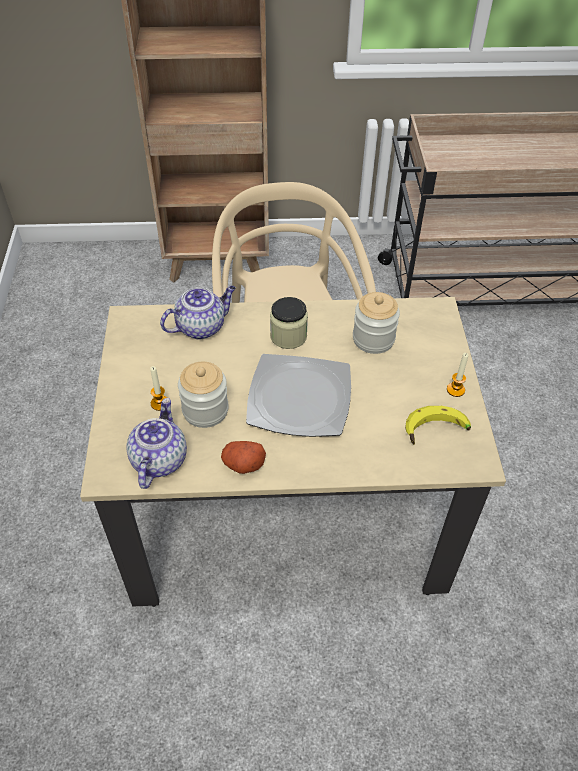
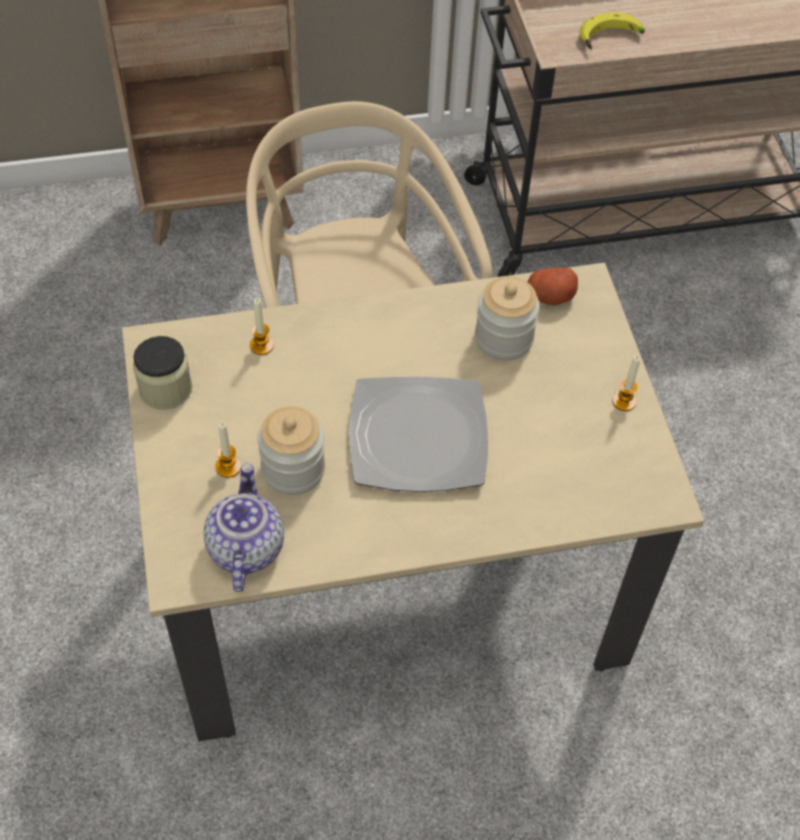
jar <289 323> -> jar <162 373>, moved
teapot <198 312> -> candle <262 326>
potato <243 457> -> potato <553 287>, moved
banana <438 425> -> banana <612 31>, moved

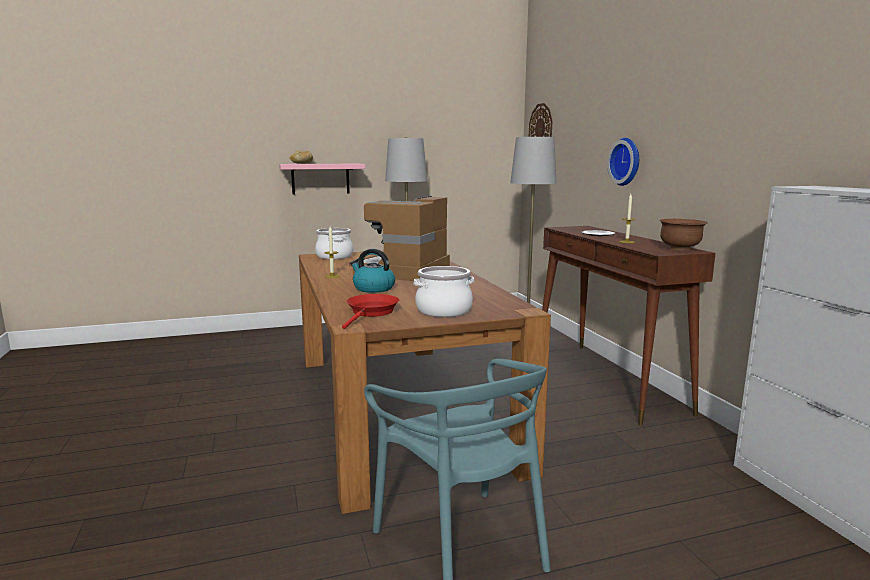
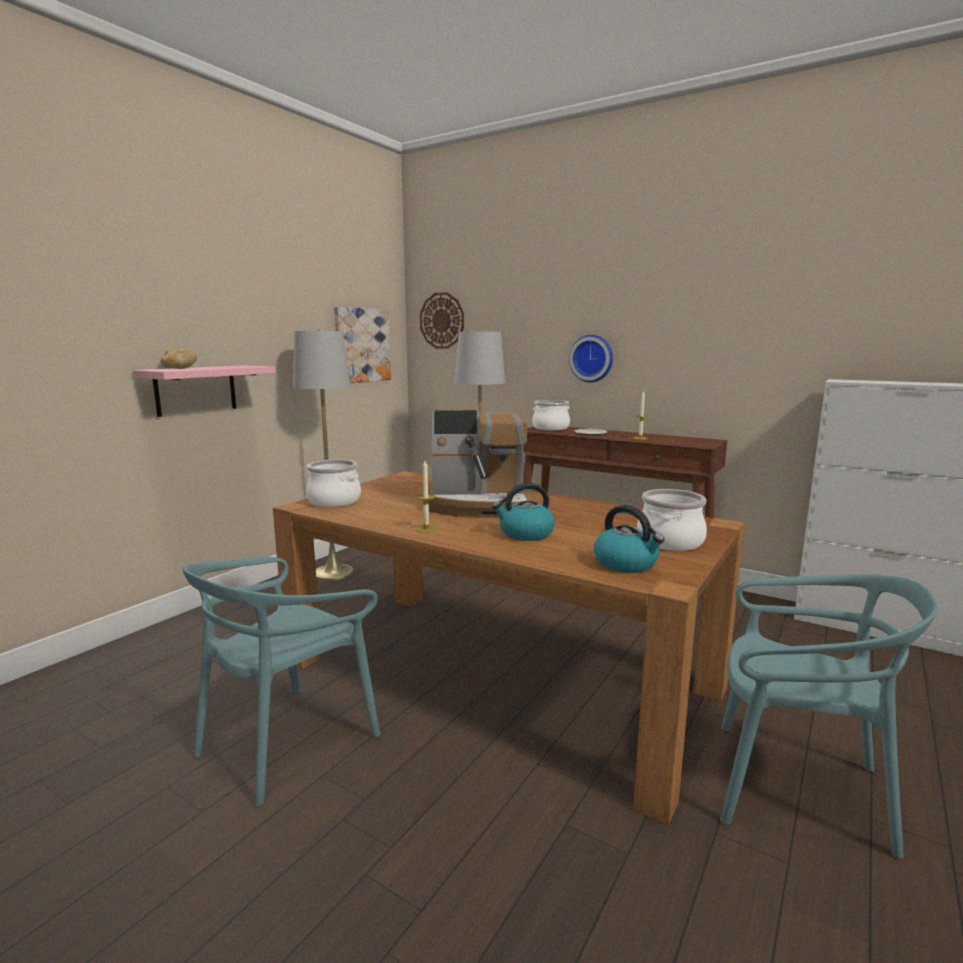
none -> turquoise chair <281 681>
none -> picture <362 345>
coffee machine <399 238> -> coffee machine <479 463>, 75 degrees counterclockwise
none -> cooking pot <551 415>
red frying pan <370 311> -> kettle <629 539>
brown bowl <683 234> -> none

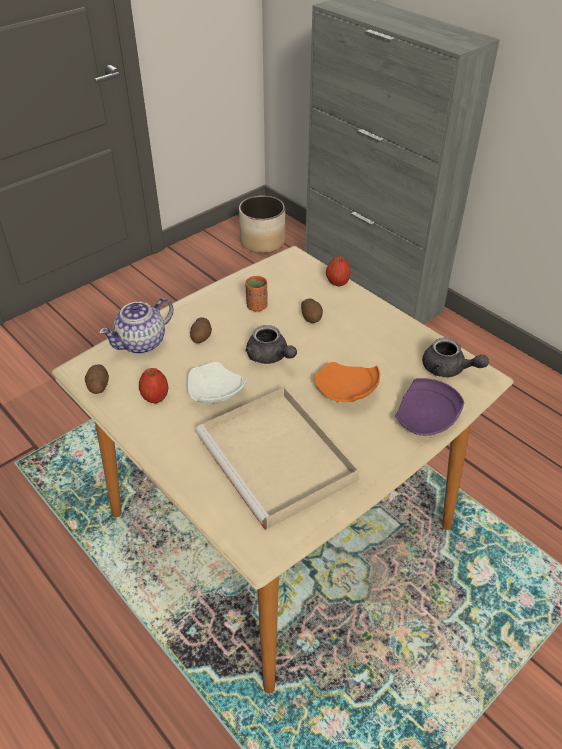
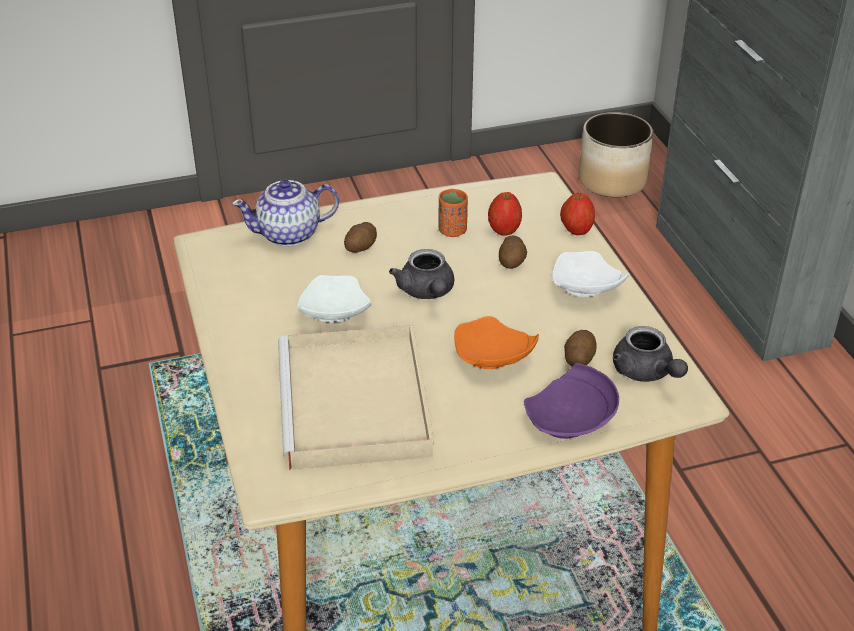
apple <154 385> -> apple <505 213>, moved
none -> white plate <590 274>
potato <97 379> -> potato <580 348>, moved

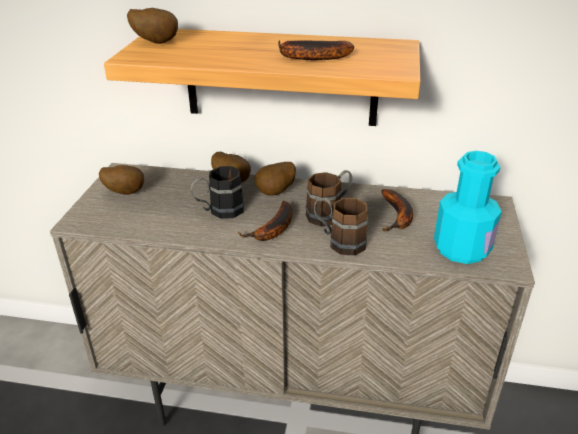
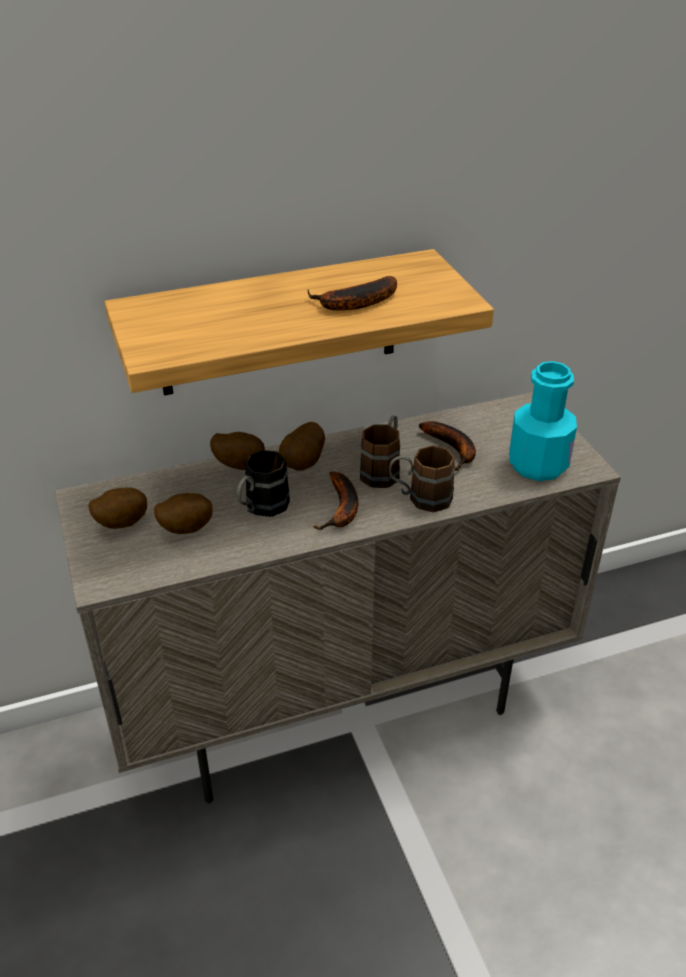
potato <152 26> -> potato <183 513>, moved

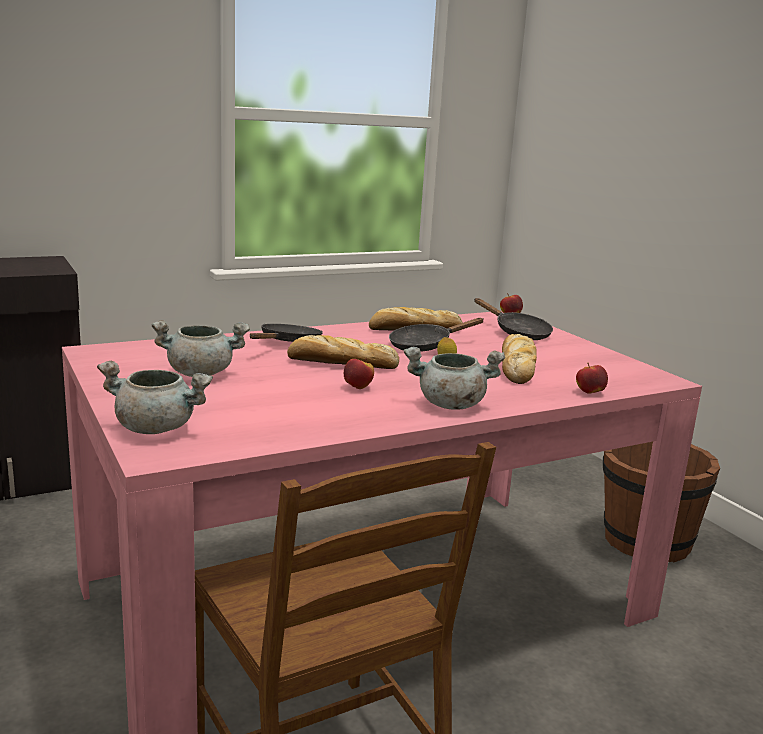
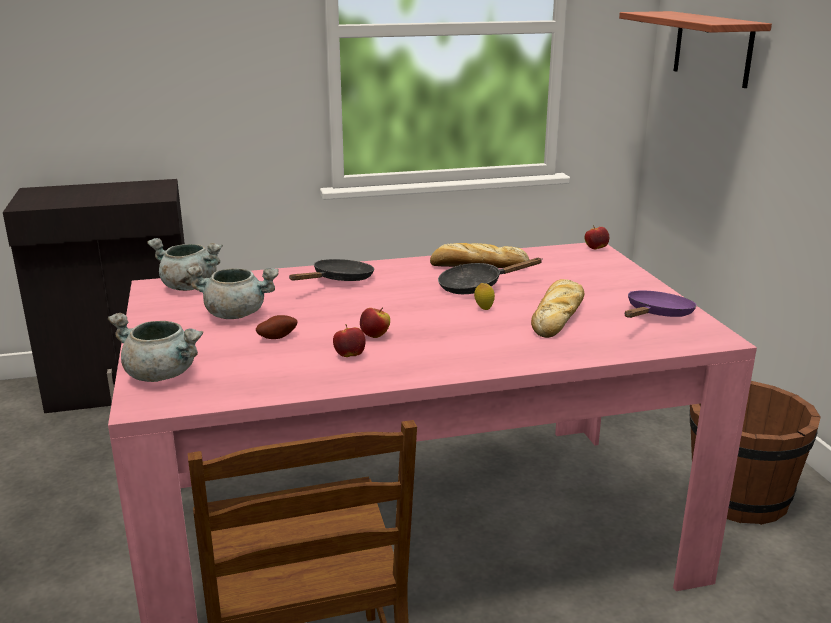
grey cooking pot <454 378> -> grey cooking pot <185 264>, moved
none -> potato <277 327>
apple <592 378> -> apple <349 340>, moved
none -> shelf <695 49>
none -> purple frying pan <660 304>
bread <343 352> -> none
black frying pan <513 319> -> none

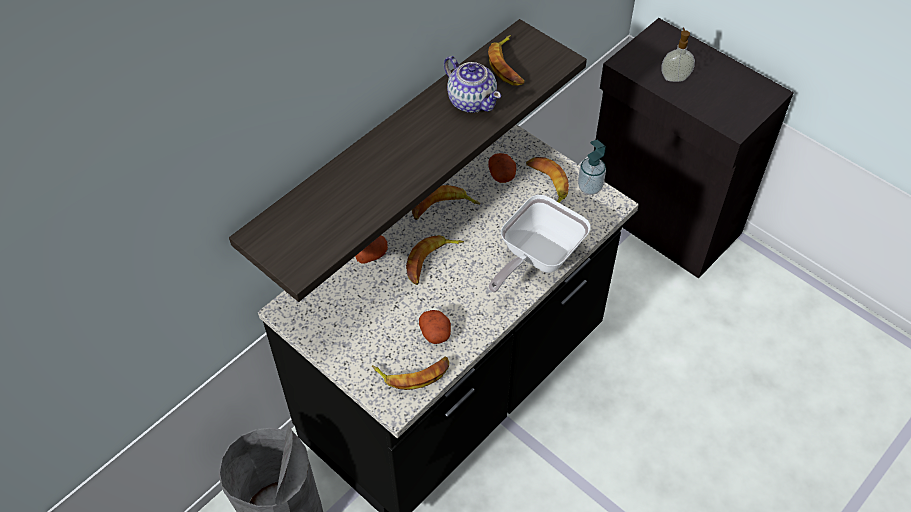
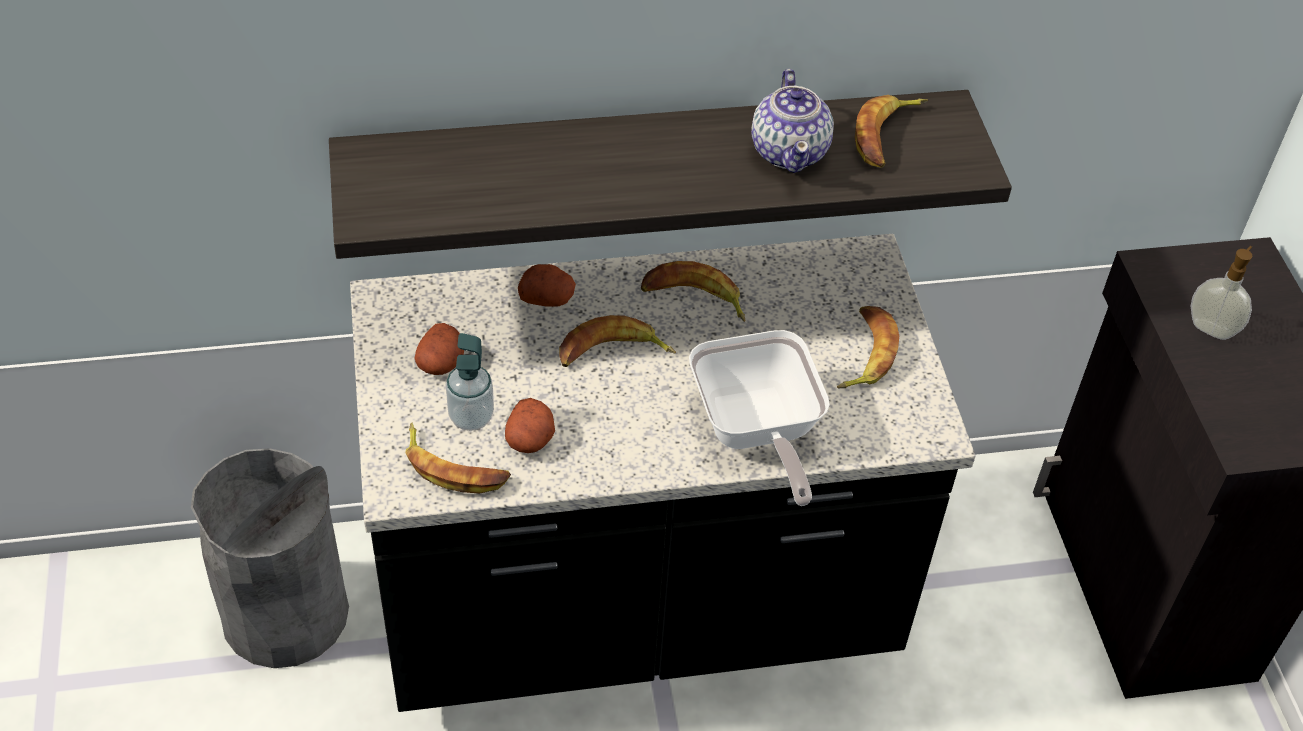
potato <502 168> -> potato <439 349>, moved
soap dispenser <592 167> -> soap dispenser <470 382>, moved
frying pan <539 243> -> frying pan <759 418>, 90 degrees counterclockwise

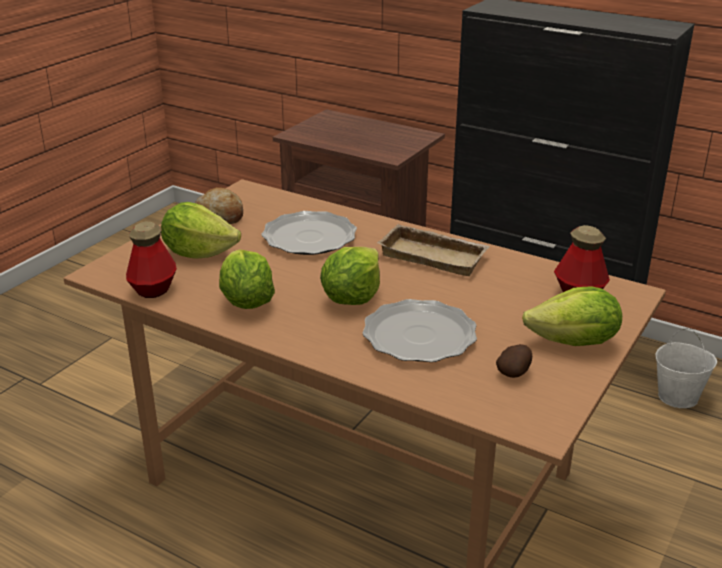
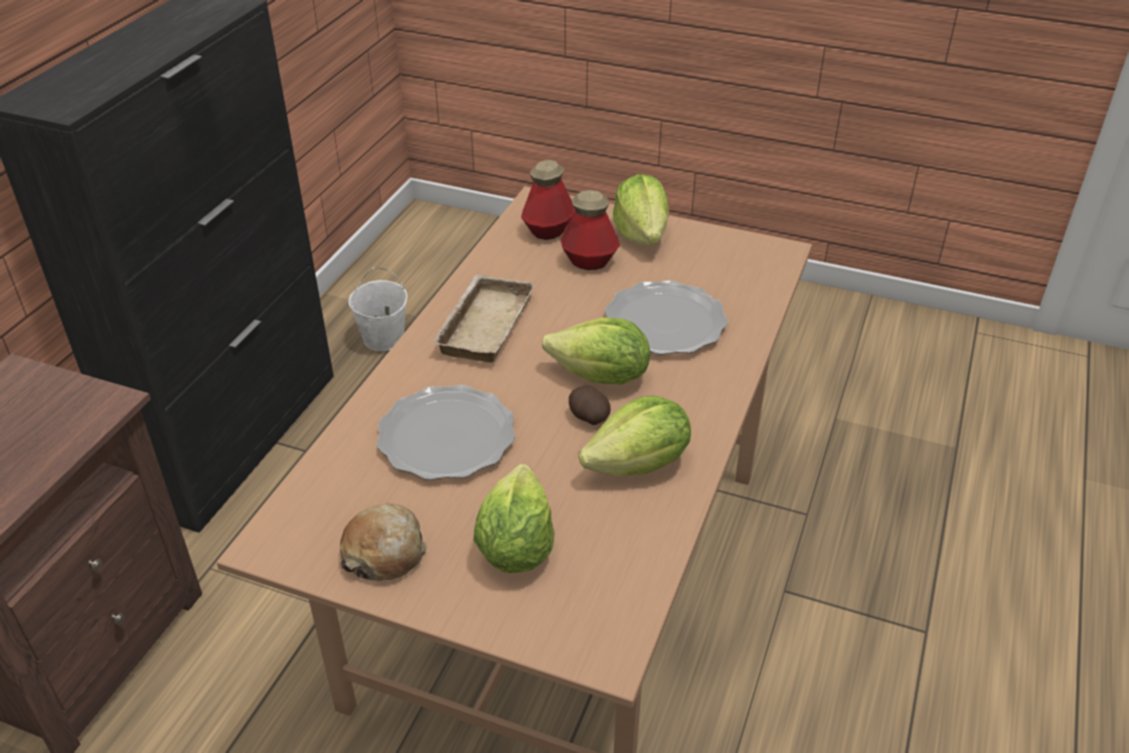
bottle <151 260> -> bottle <590 230>, moved
potato <514 361> -> potato <590 405>, moved

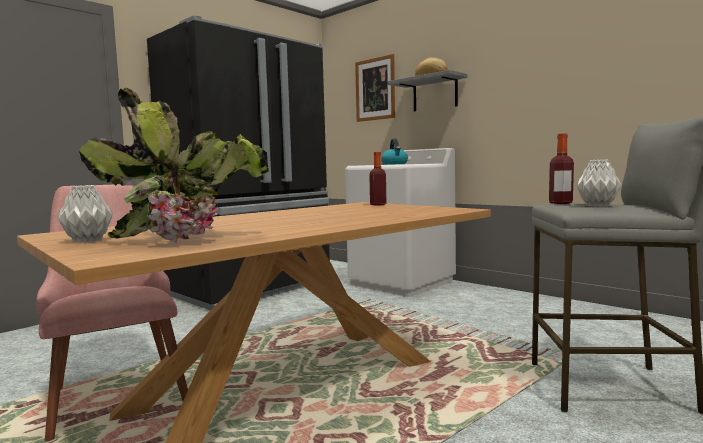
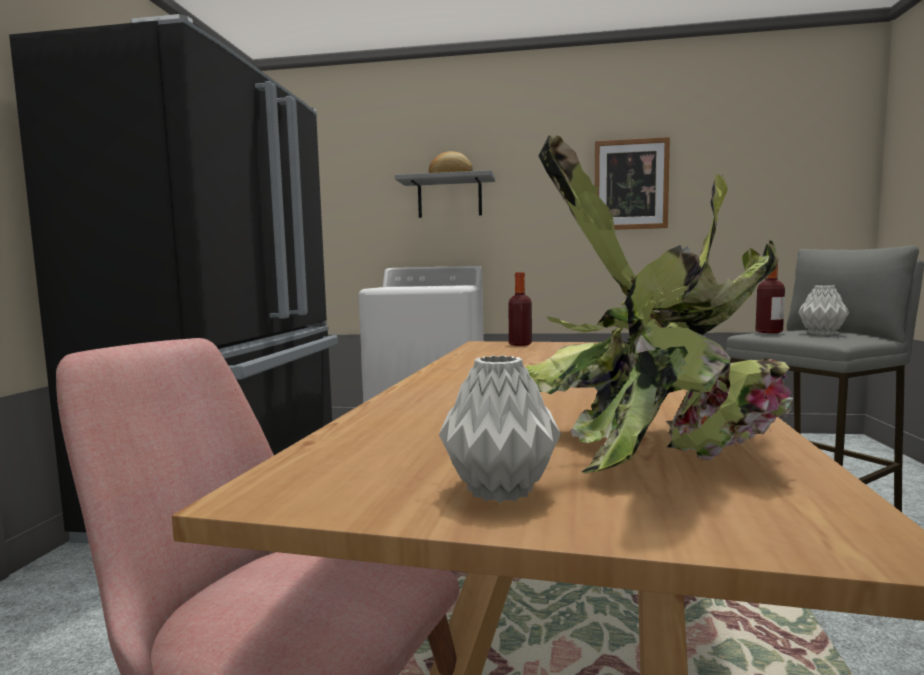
picture <375 88> -> picture <632 183>, moved
kettle <394 151> -> none

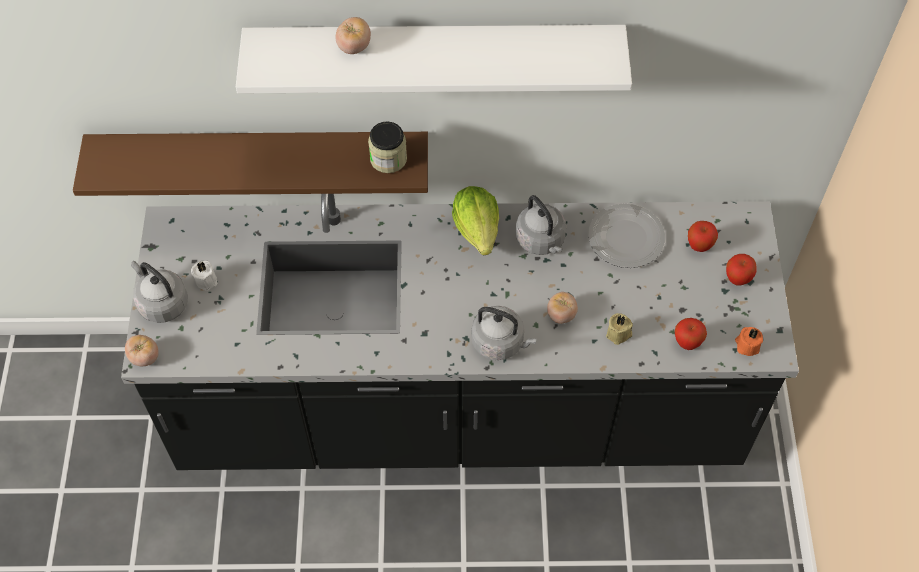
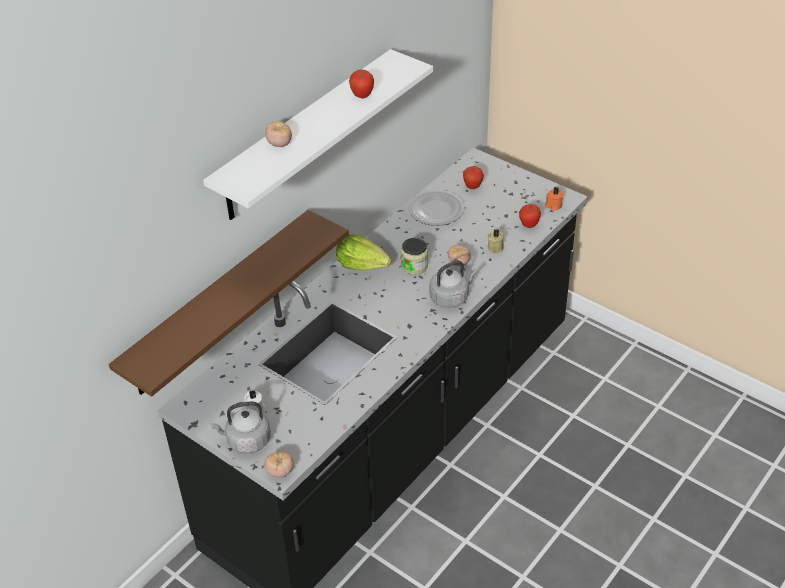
apple <741 269> -> apple <361 83>, moved
jar <387 147> -> jar <414 256>, moved
grey kettle <541 225> -> none

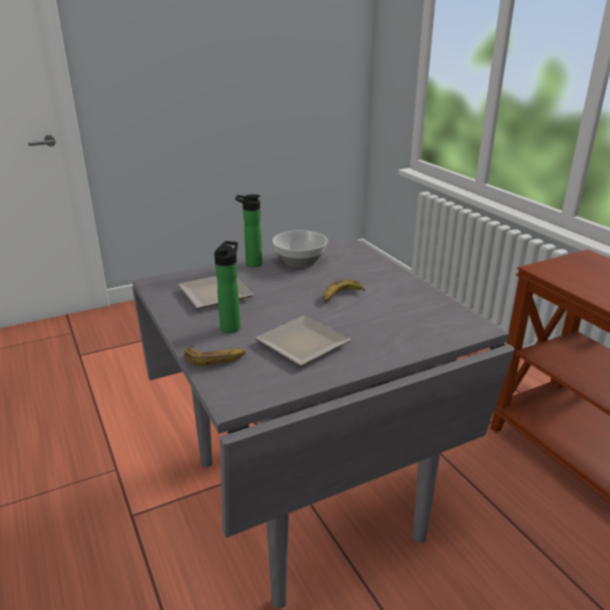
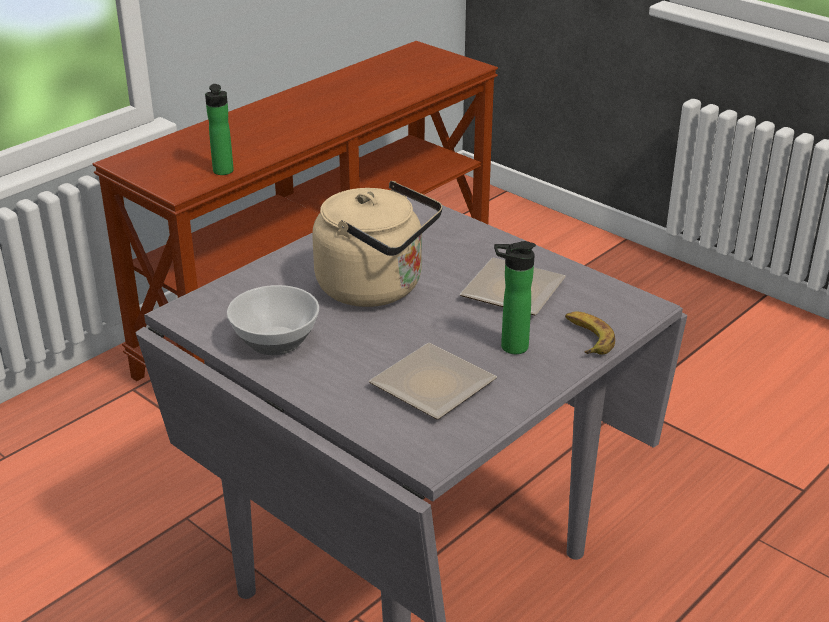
bottle <248 230> -> bottle <219 129>, moved
banana <344 291> -> beige kettle <377 244>

